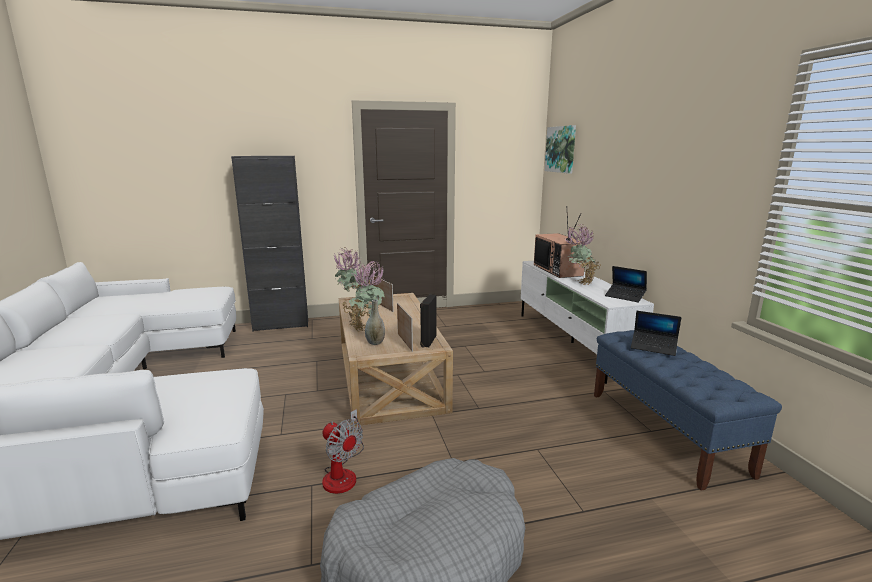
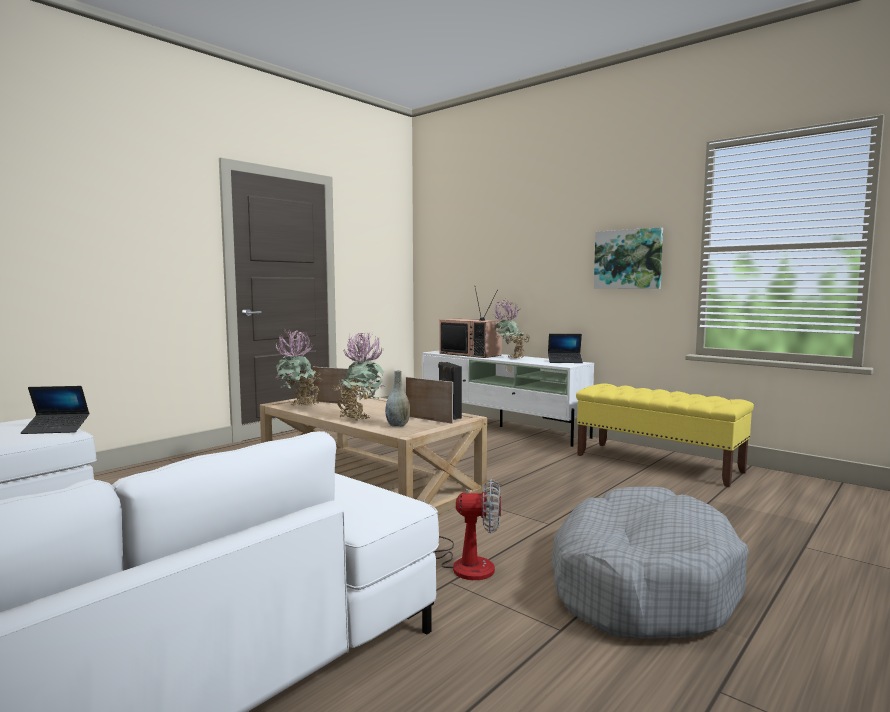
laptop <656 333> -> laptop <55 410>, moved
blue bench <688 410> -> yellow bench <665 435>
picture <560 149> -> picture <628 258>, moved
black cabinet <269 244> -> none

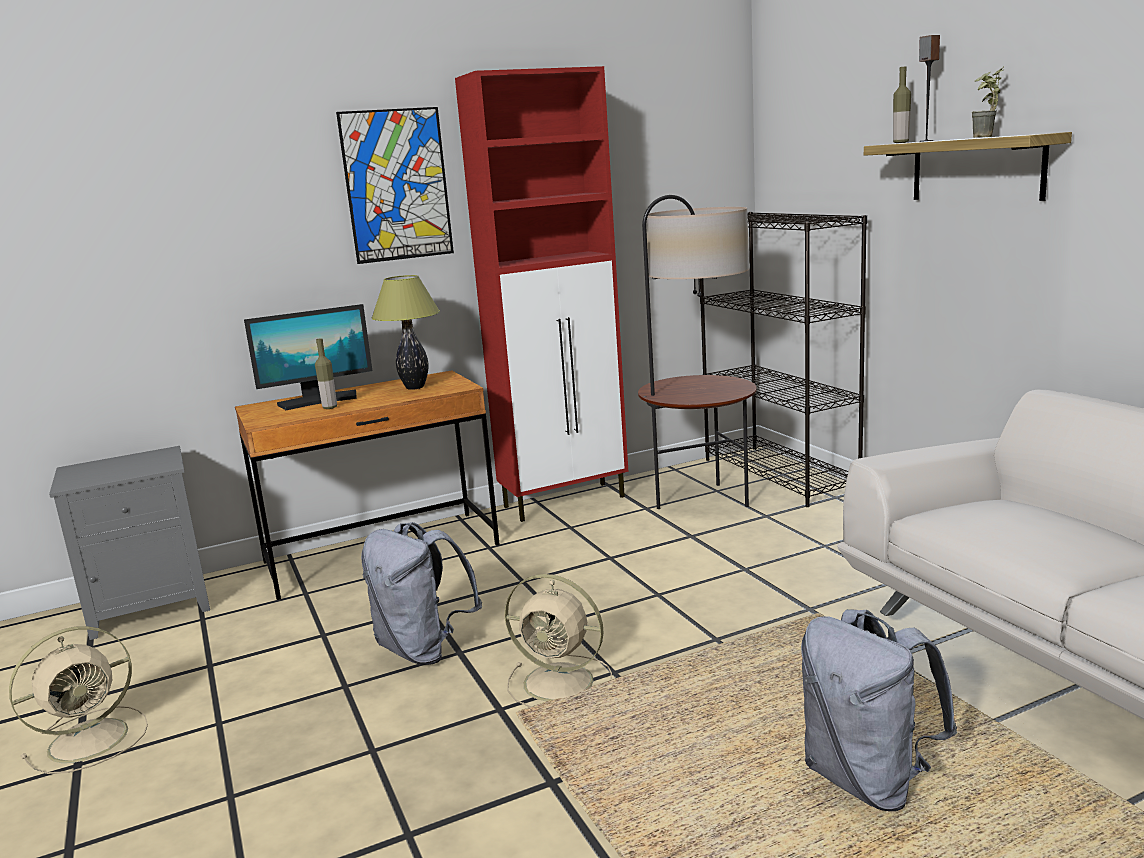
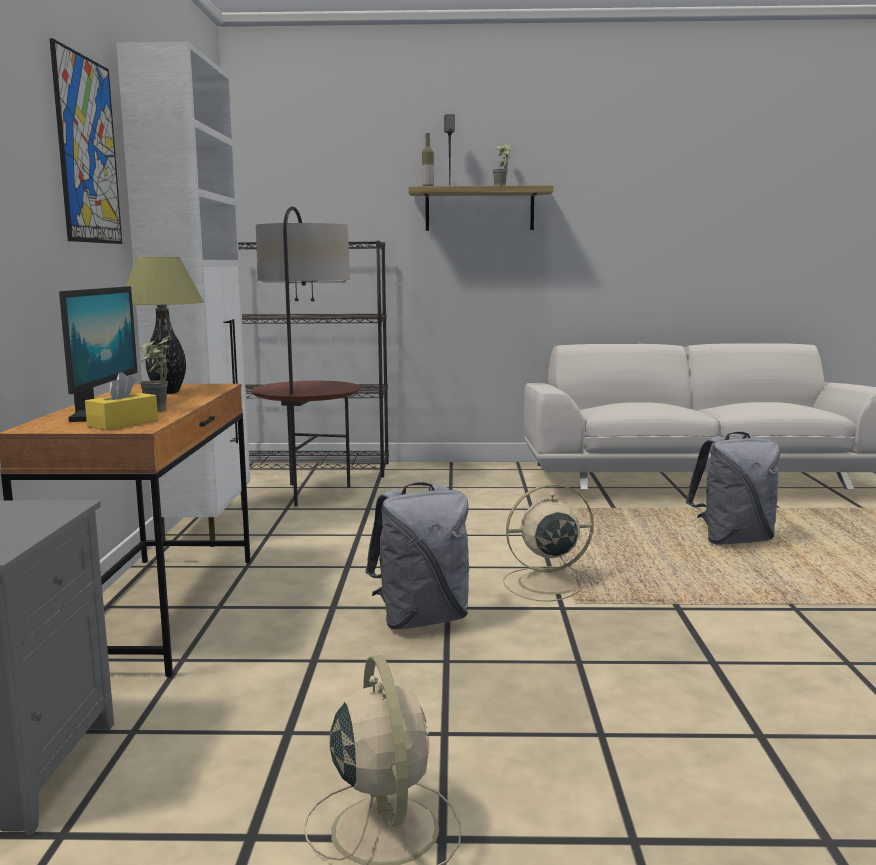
none -> yellow tissue box <121 401>
red cabinet <541 294> -> white cabinet <183 294>
bottle <326 373> -> potted plant <154 373>
beige fan <558 640> -> beige fan <551 543>, 150 degrees counterclockwise

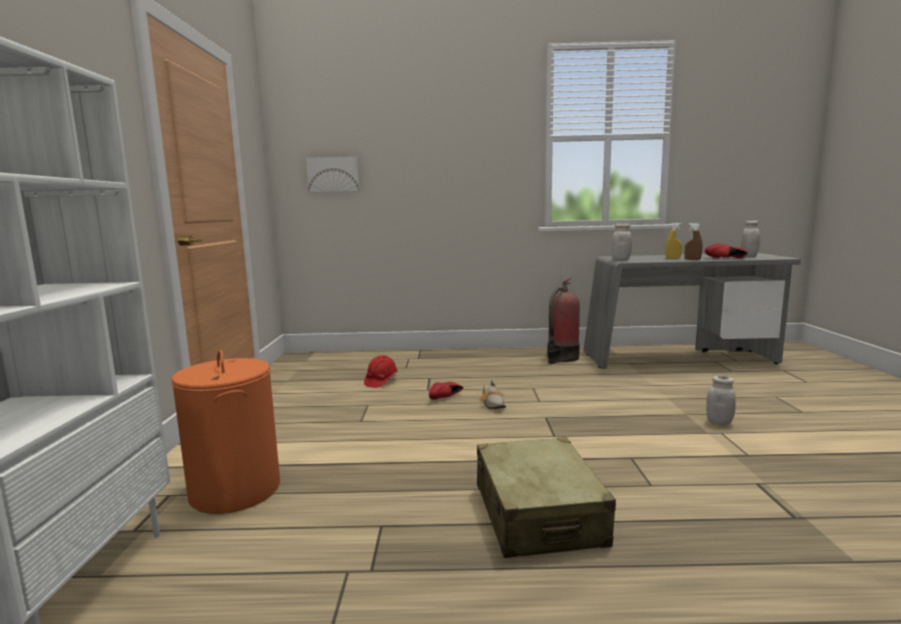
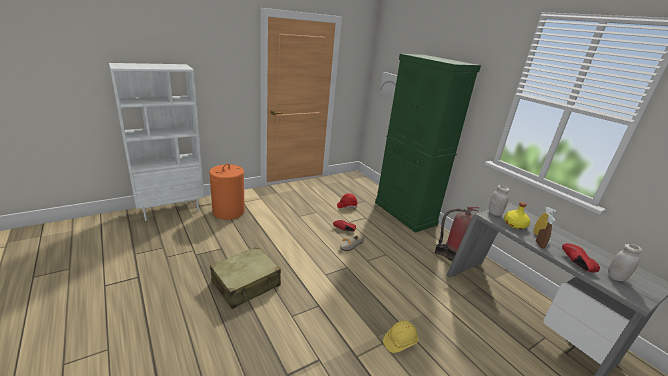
none -> green cabinet <428 143>
white jar <721 401> -> yellow hard hat <400 336>
none -> yellow bottle <517 215>

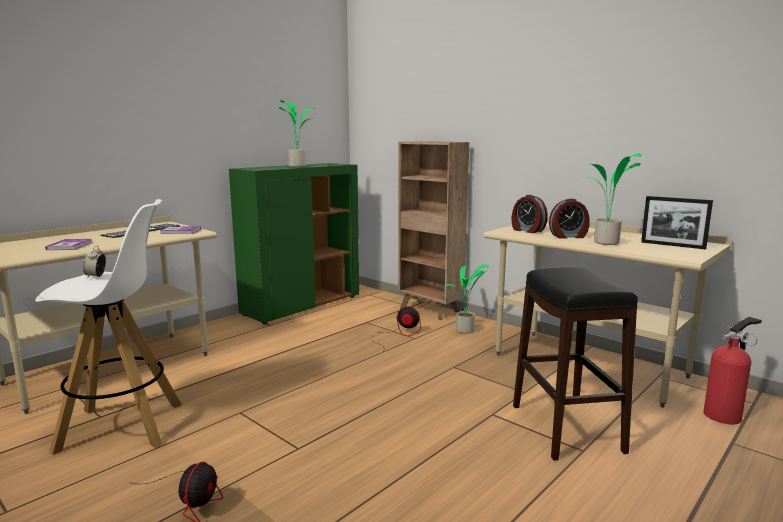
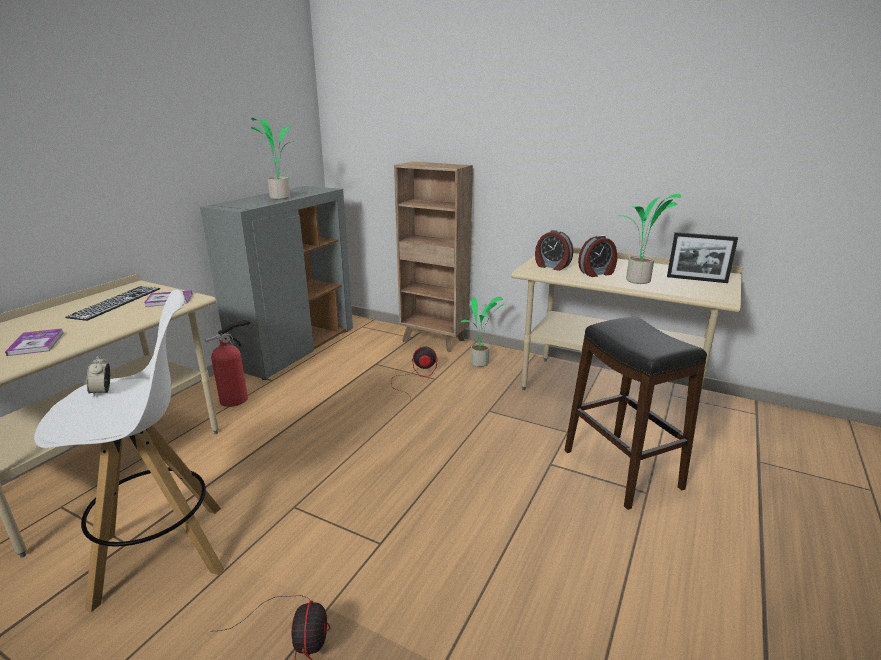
green cabinet <294 243> -> grey cabinet <276 283>
fire extinguisher <732 370> -> fire extinguisher <227 363>, moved

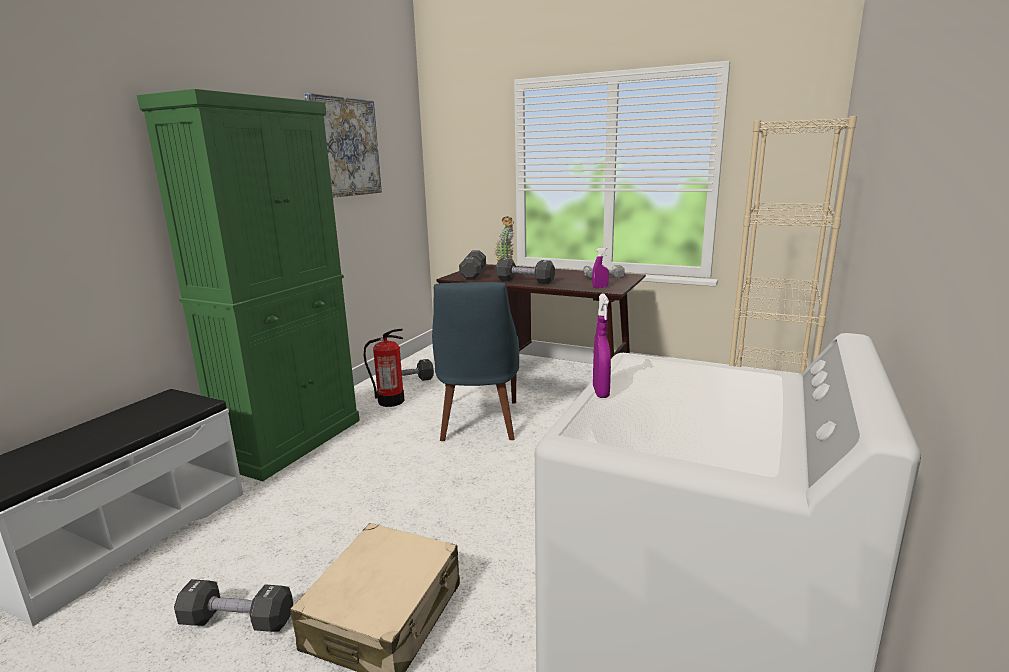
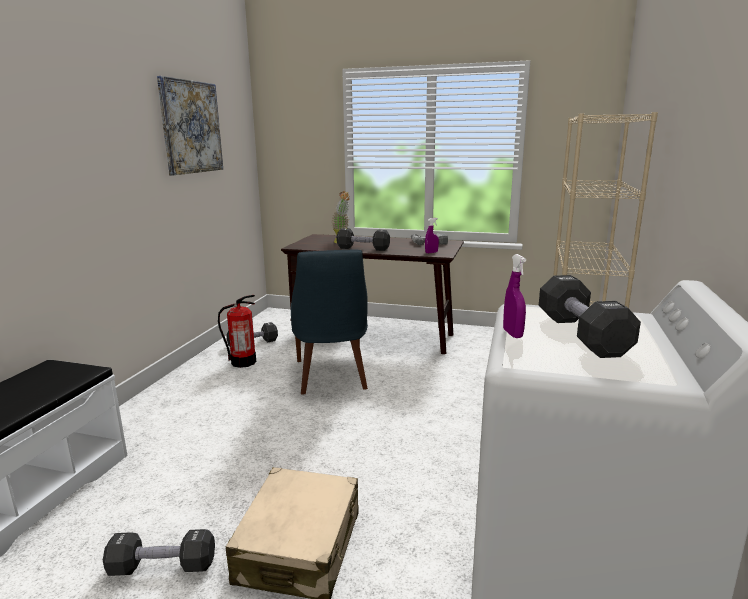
black dumbbell <472 265> -> black dumbbell <590 316>, moved
green cabinet <248 285> -> none

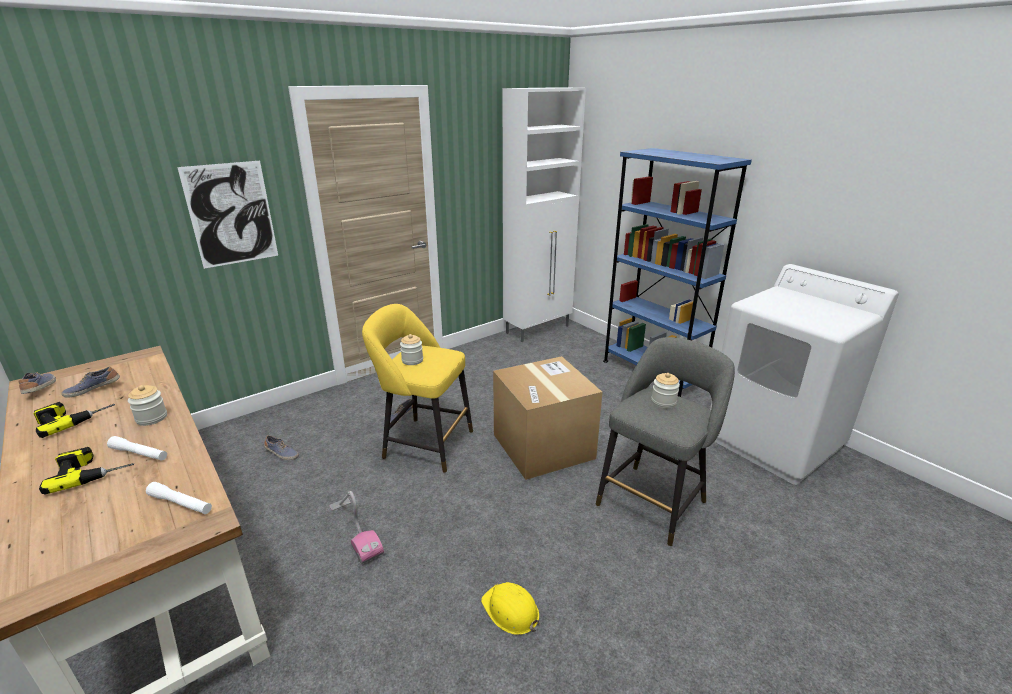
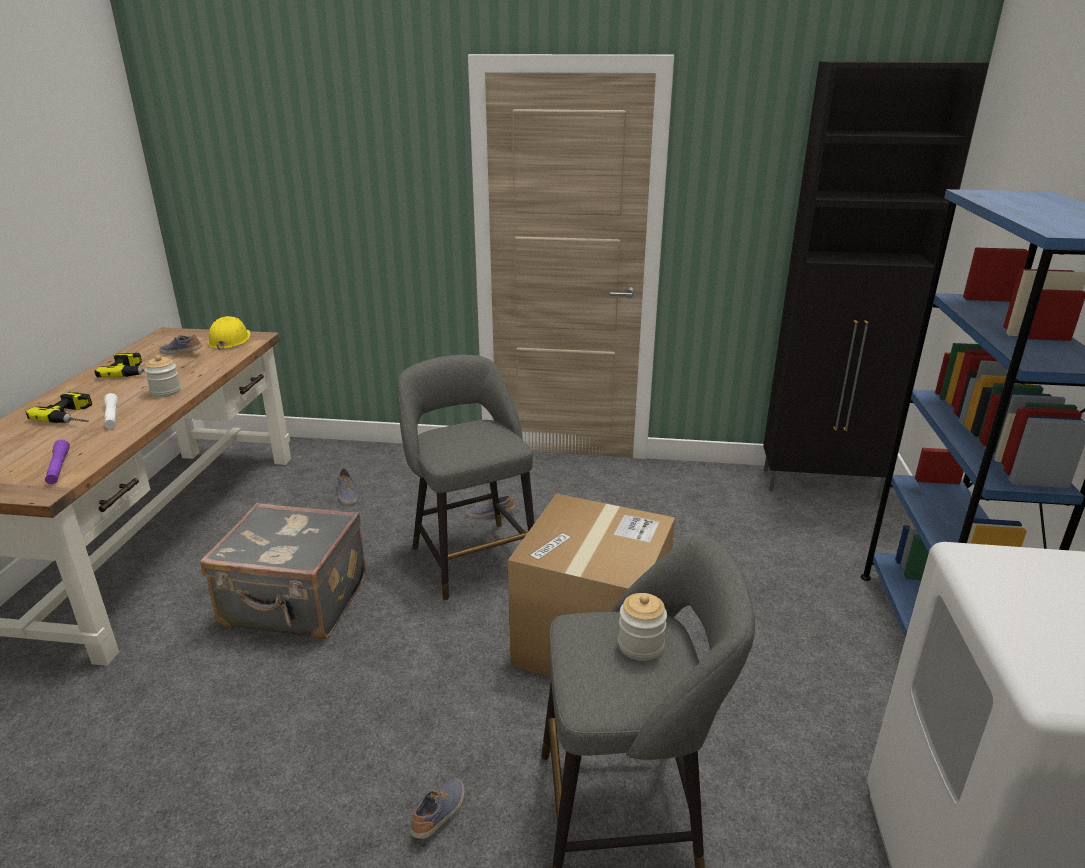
white flashlight <179 498> -> purple flashlight <57 462>
vacuum cleaner <356 527> -> grey suitcase <283 571>
yellow hard hat <510 608> -> yellow hard hat <229 333>, moved
yellow stool <417 388> -> grey stool <465 477>
shoe <37 383> -> shoe <437 809>, moved
white cabinet <544 214> -> black cabinet <876 280>
picture <227 215> -> none
jar <411 349> -> none

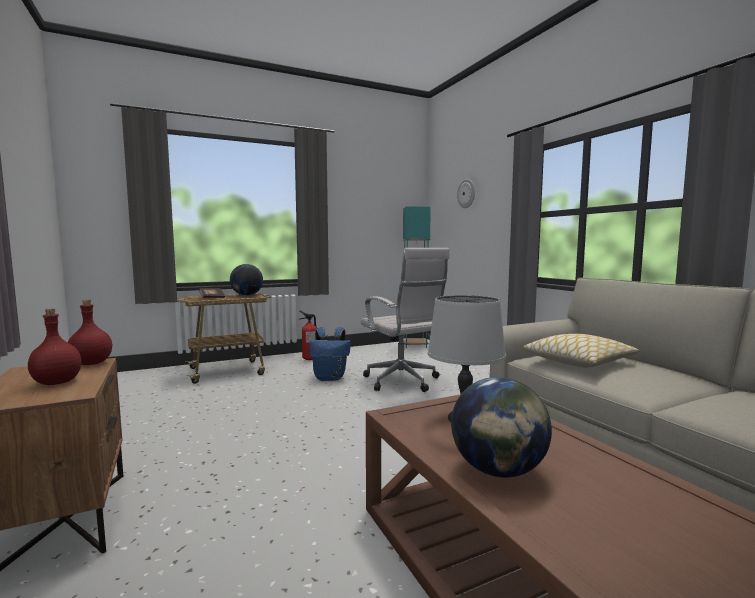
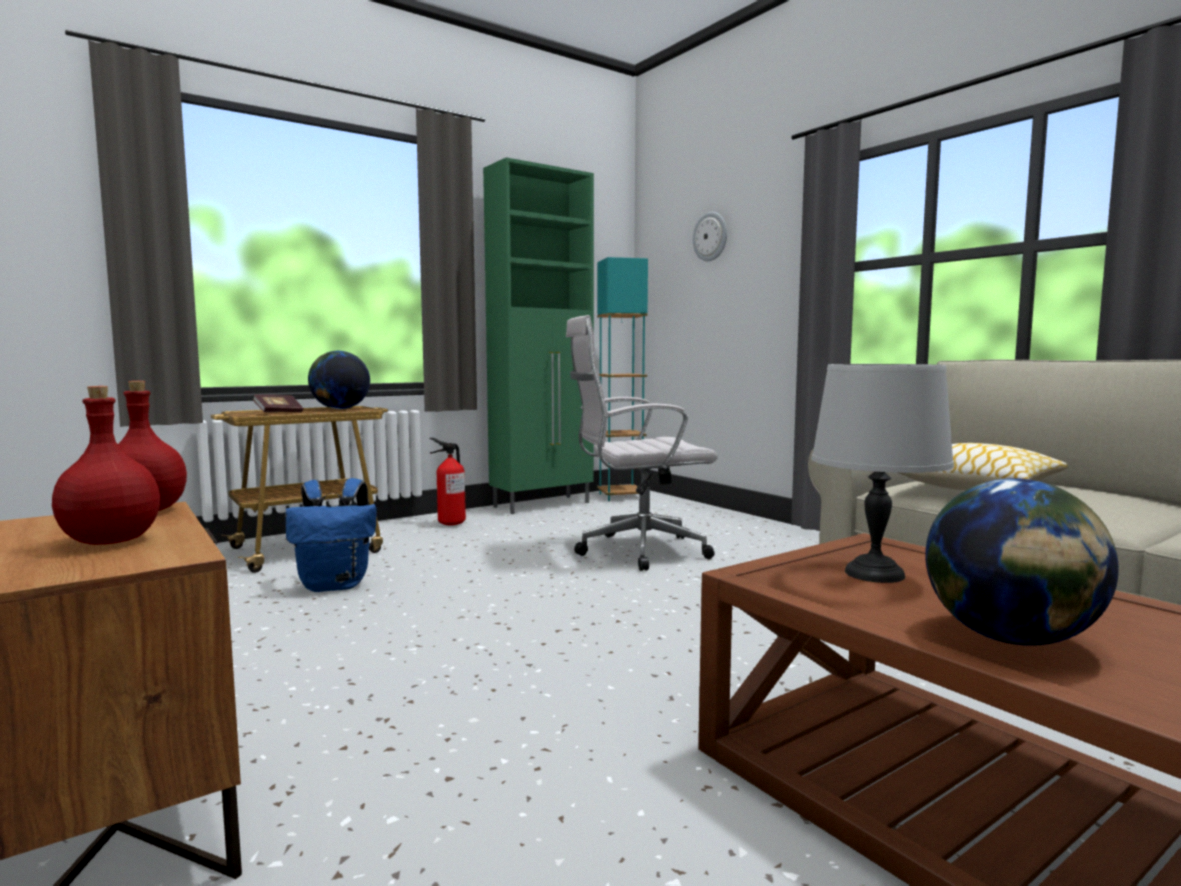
blue backpack <330 354> -> blue backpack <331 535>, moved
none -> green cabinet <538 335>
white office chair <405 320> -> white office chair <642 443>, 120 degrees clockwise

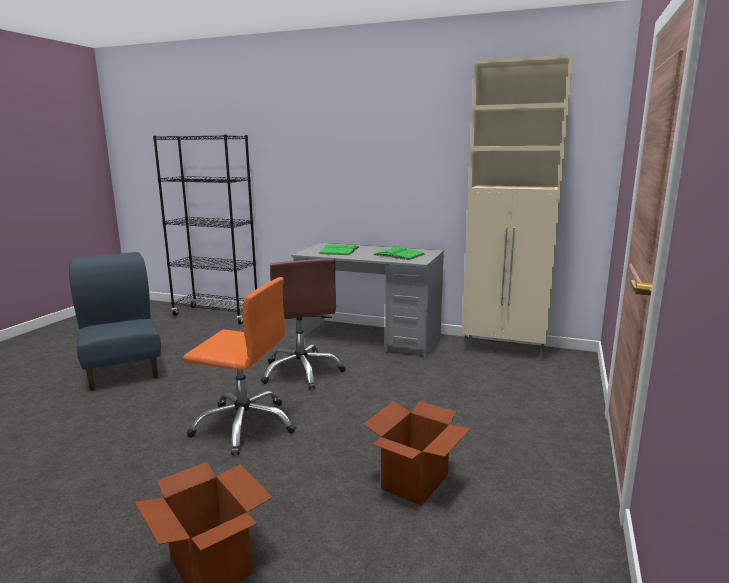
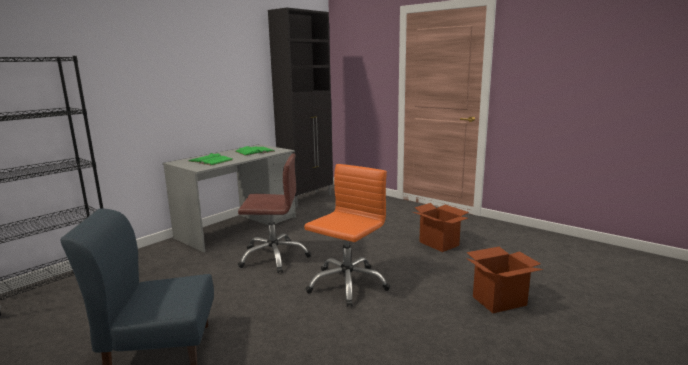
beige cabinet <517 207> -> black cabinet <300 108>

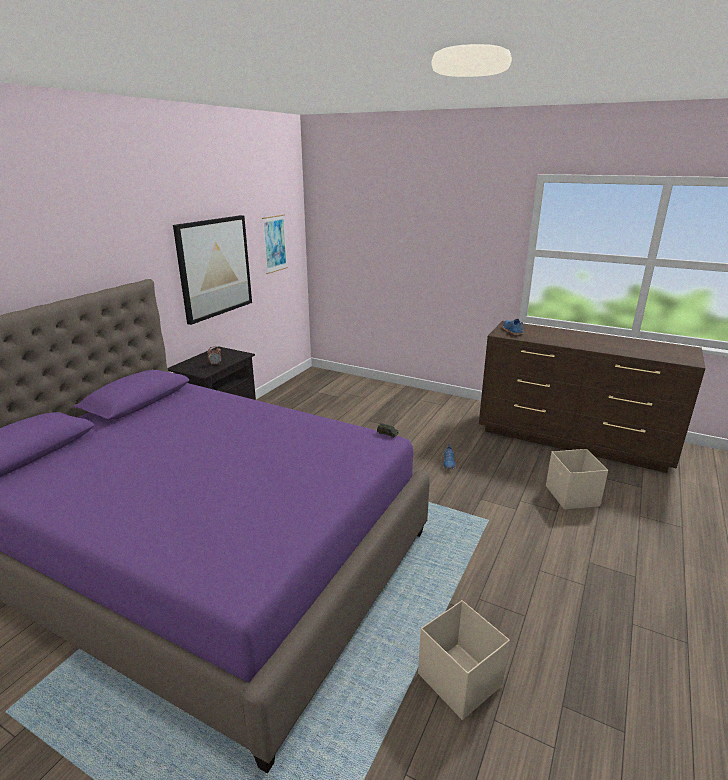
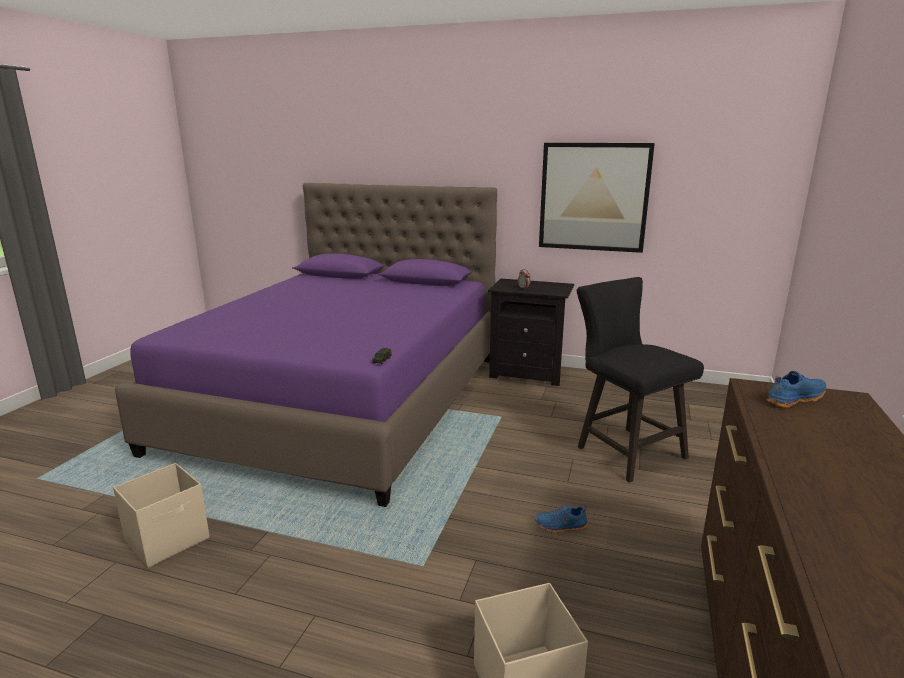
none -> black stool <640 380>
picture <275 244> -> none

